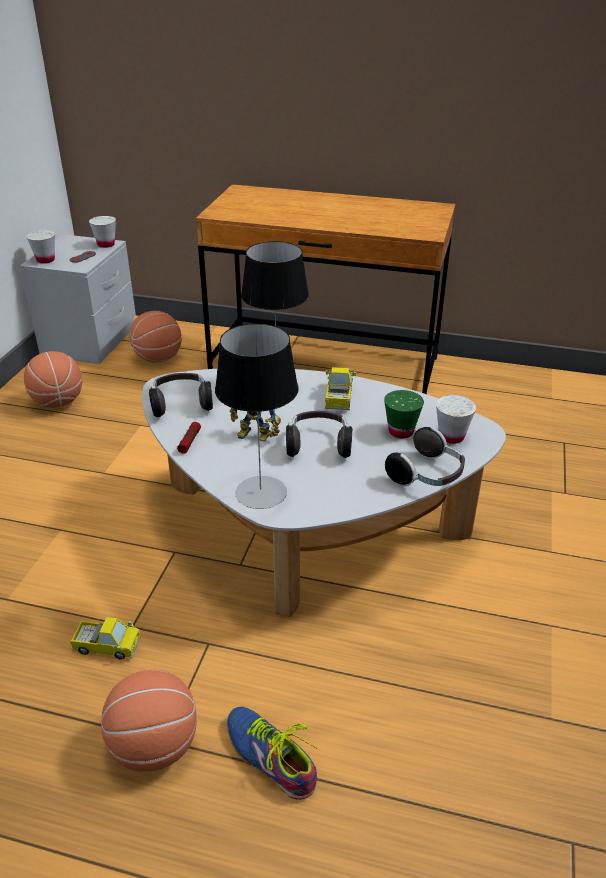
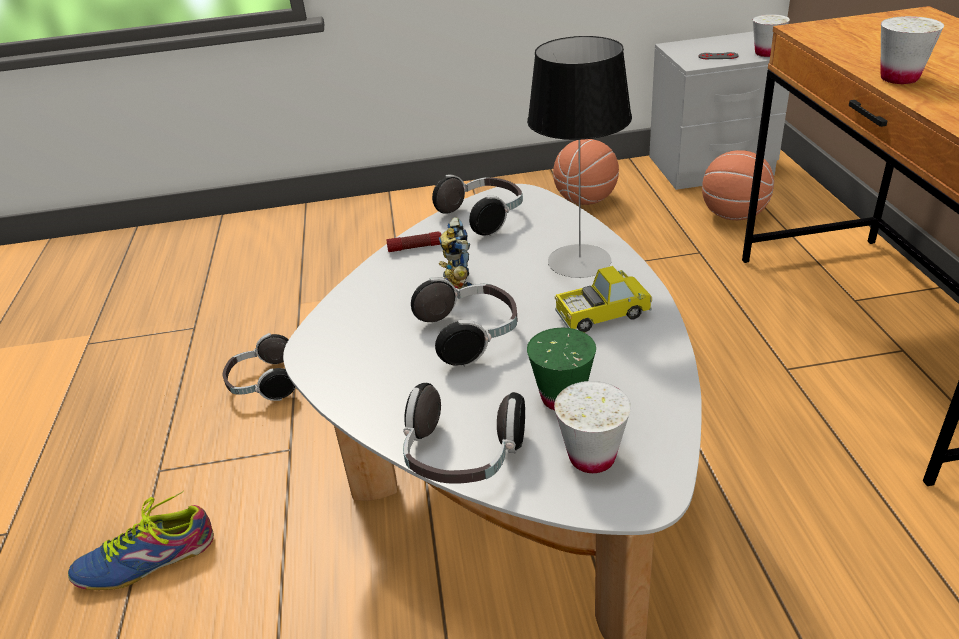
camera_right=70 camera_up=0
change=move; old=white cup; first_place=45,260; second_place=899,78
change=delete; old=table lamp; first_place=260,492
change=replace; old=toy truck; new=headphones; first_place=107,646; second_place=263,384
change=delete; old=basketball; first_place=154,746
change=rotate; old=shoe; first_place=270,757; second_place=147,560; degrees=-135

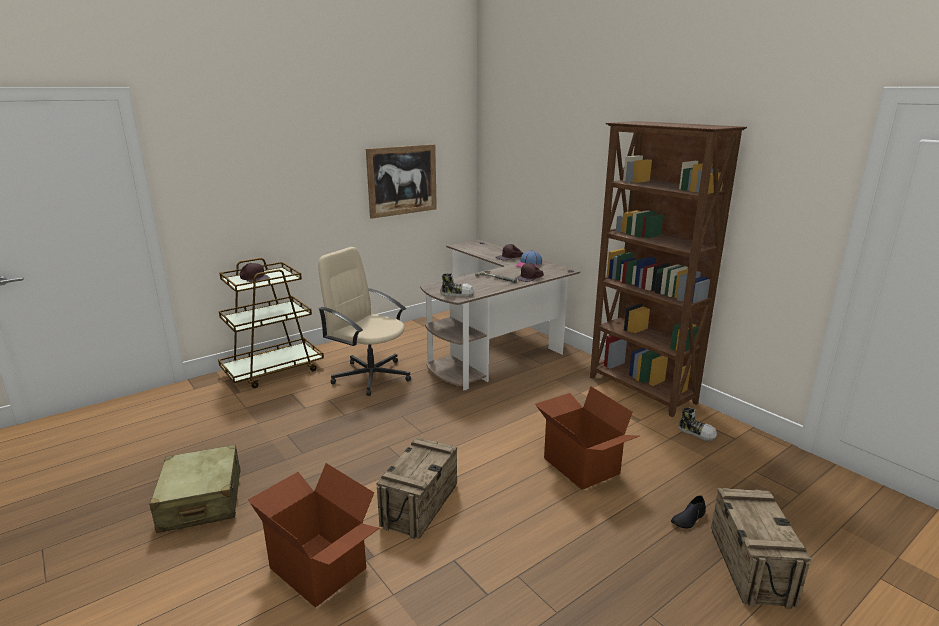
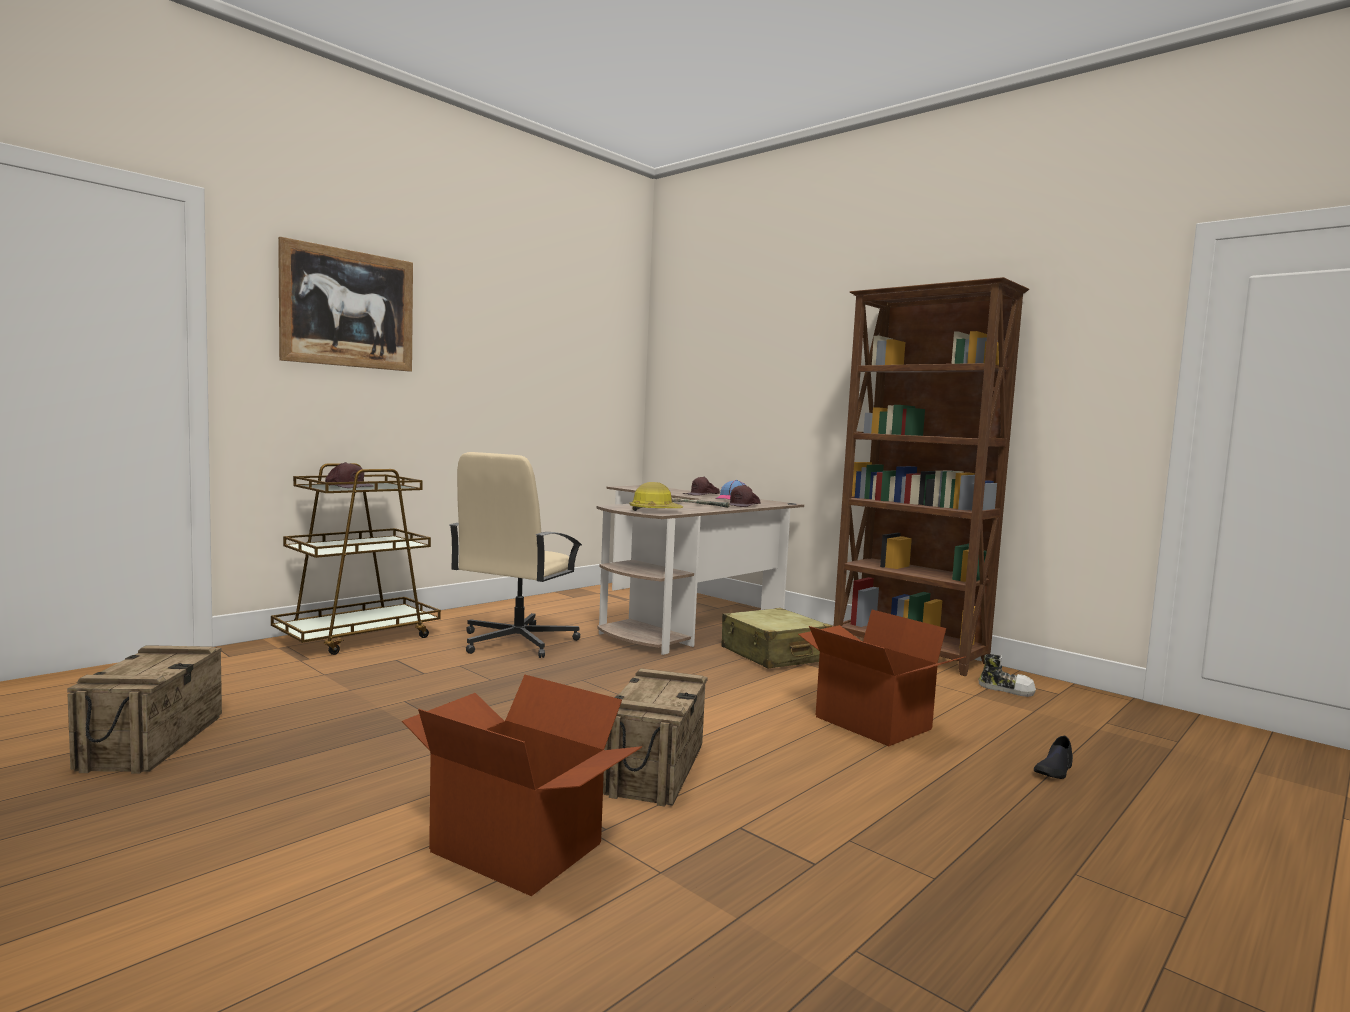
camera_right=-10 camera_up=-15
change=move; old=picture; first_place=402,180; second_place=348,309
change=rotate; old=beige office chair; first_place=371,376; second_place=516,642; degrees=-90
change=replace; old=shoe; new=hard hat; first_place=457,294; second_place=655,511
change=move; old=beige suitcase; first_place=201,501; second_place=774,655
change=move; old=crate; first_place=749,565; second_place=152,742

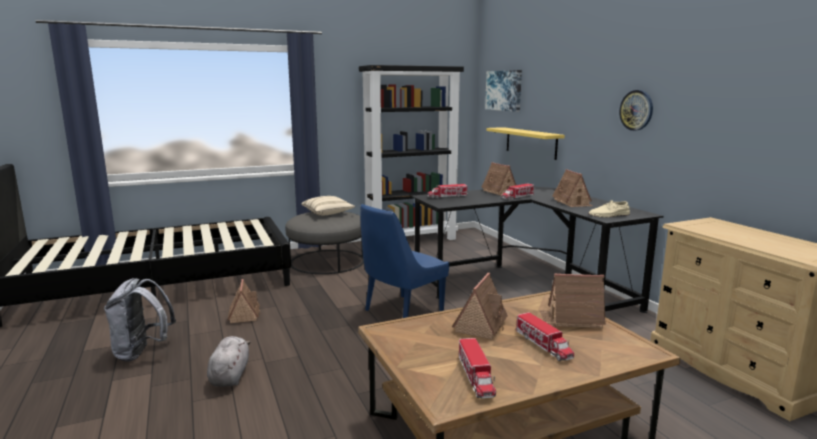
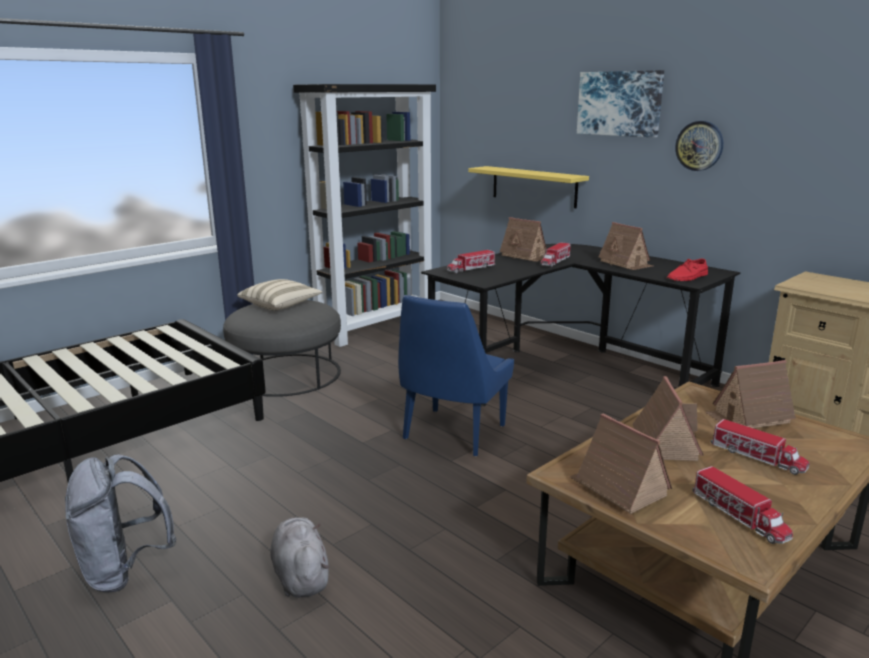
camera_right=-20 camera_up=5
change=move; old=picture; first_place=504,90; second_place=619,103
change=recolor; old=beige shoe; new=red shoe; first_place=609,215; second_place=687,277
change=move; old=toy house; first_place=244,314; second_place=618,487

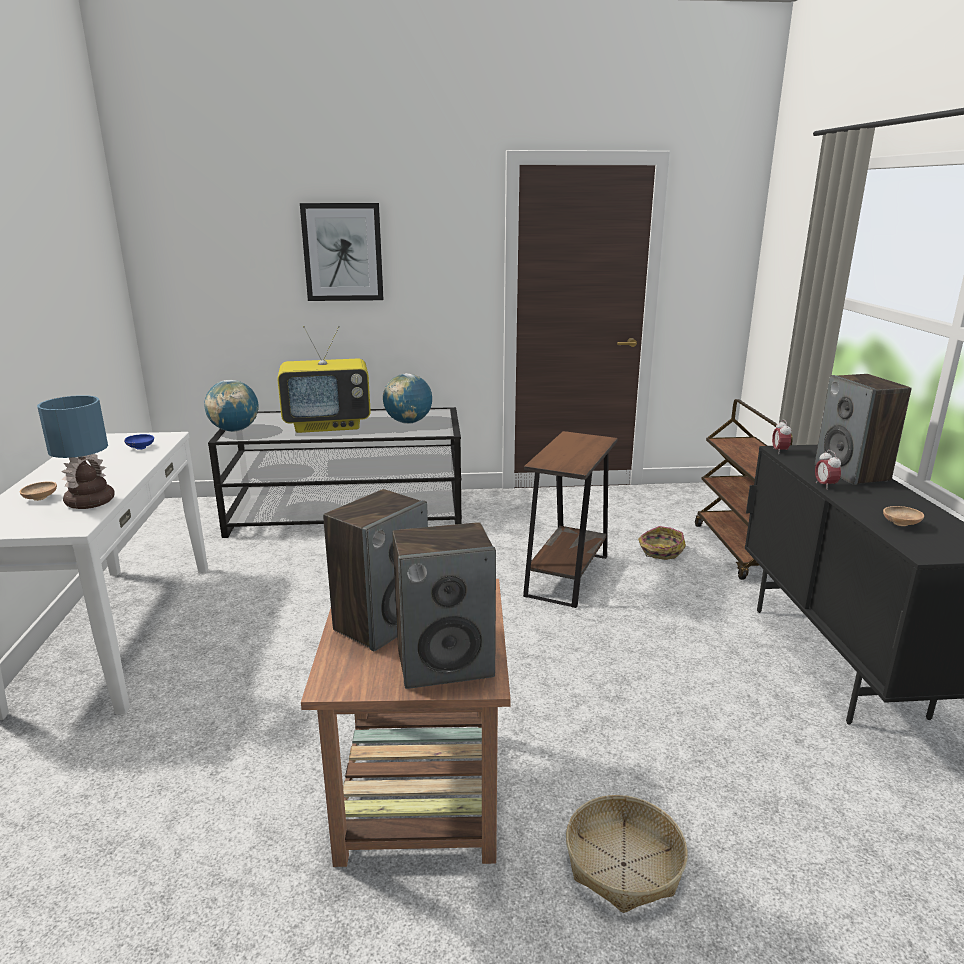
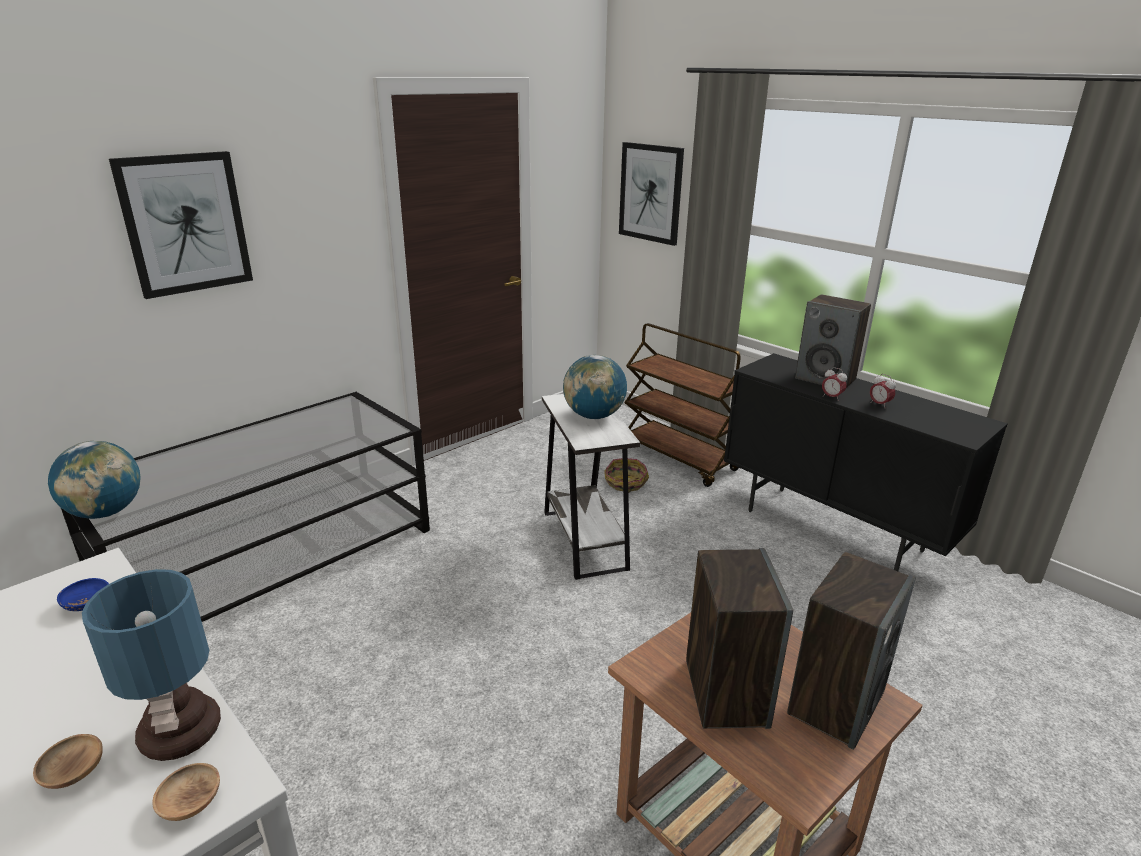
camera_right=-40 camera_up=5
change=delete; old=television; first_place=328,425
change=move; old=globe; first_place=408,422; second_place=594,416
change=move; old=alarm clock; first_place=779,451; second_place=879,404
change=recolor; old=brown side table; new=white side table; first_place=567,576; second_place=584,540
change=move; old=brown bowl; first_place=900,524; second_place=191,804
change=delete; old=basket; first_place=624,865
change=insert; new=picture; second_place=651,193

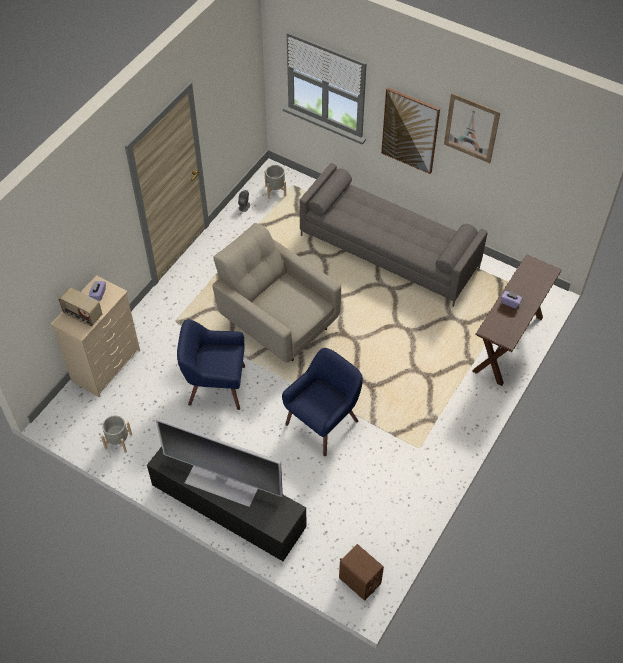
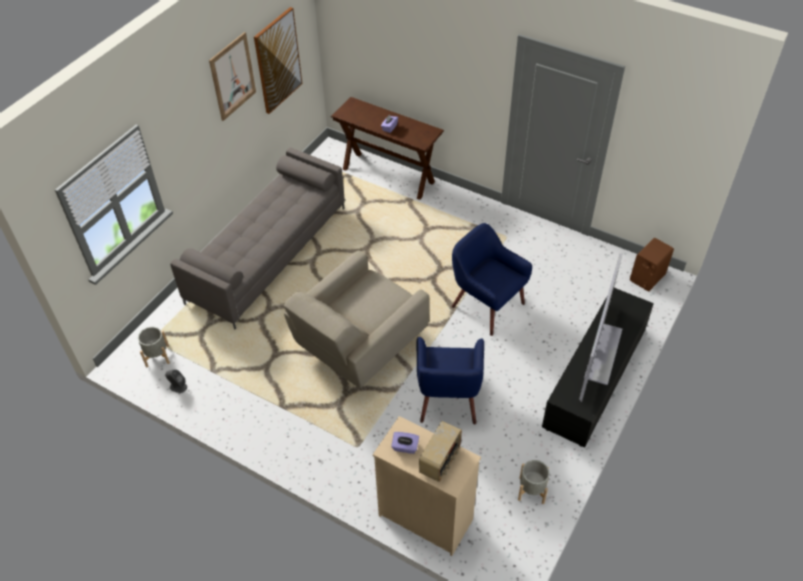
camera_right=-90 camera_up=-5
change=move; old=picture; first_place=410,130; second_place=278,61

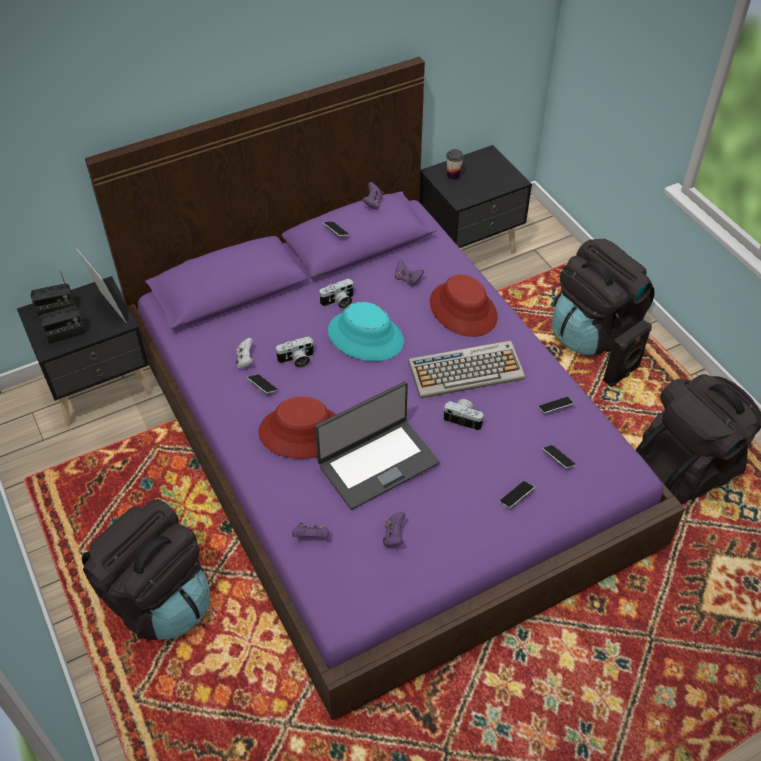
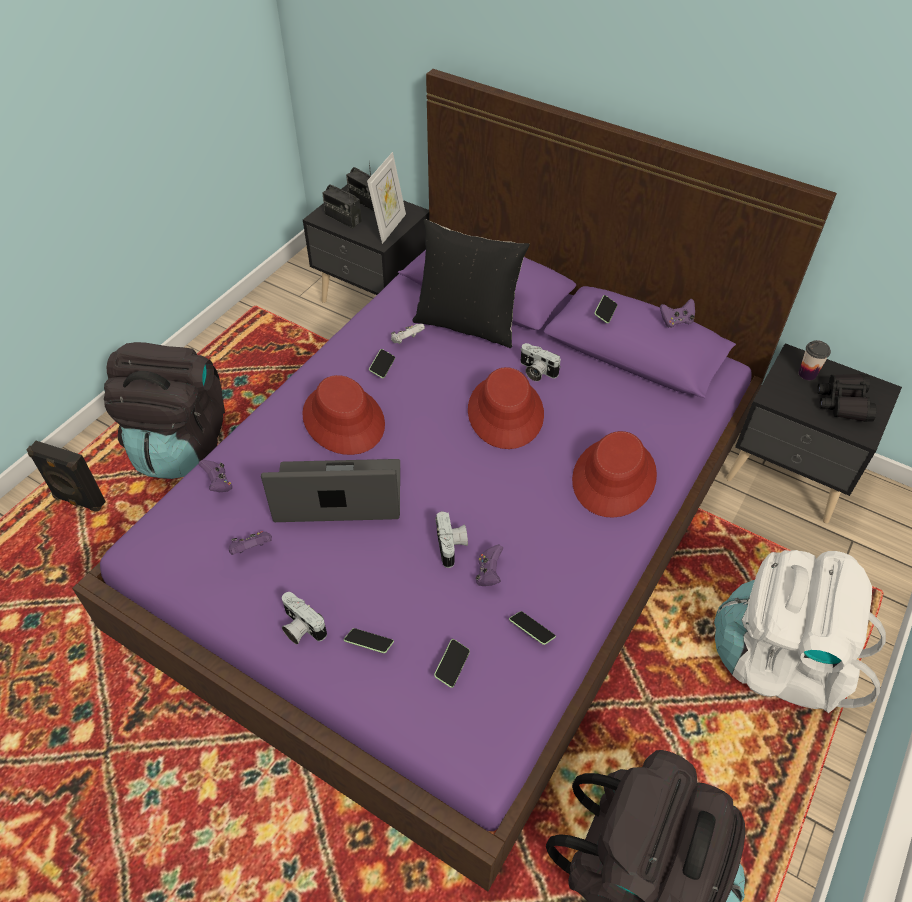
camera_right=60 camera_up=0
change=recolor; old=black backpack; new=white backpack; first_place=593,330; second_place=779,661
change=move; old=purple game controller; first_place=407,279; second_place=488,573
change=recolor; old=turquoise hat; new=red hat; first_place=365,336; second_place=506,412
change=move; old=black speaker; first_place=622,374; second_place=79,501
change=move; old=photo camera; first_place=297,360; second_place=300,628
change=delete; old=keyboard; first_place=466,370
change=rotate; old=laptop; first_place=377,463; second_place=338,494; degrees=150
change=insert; new=black pillow; second_place=467,324
change=insert; new=black binoculars; second_place=843,402

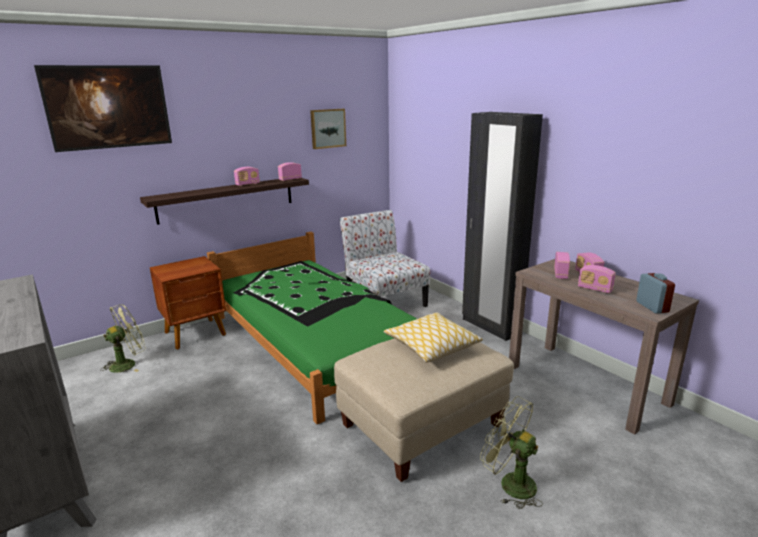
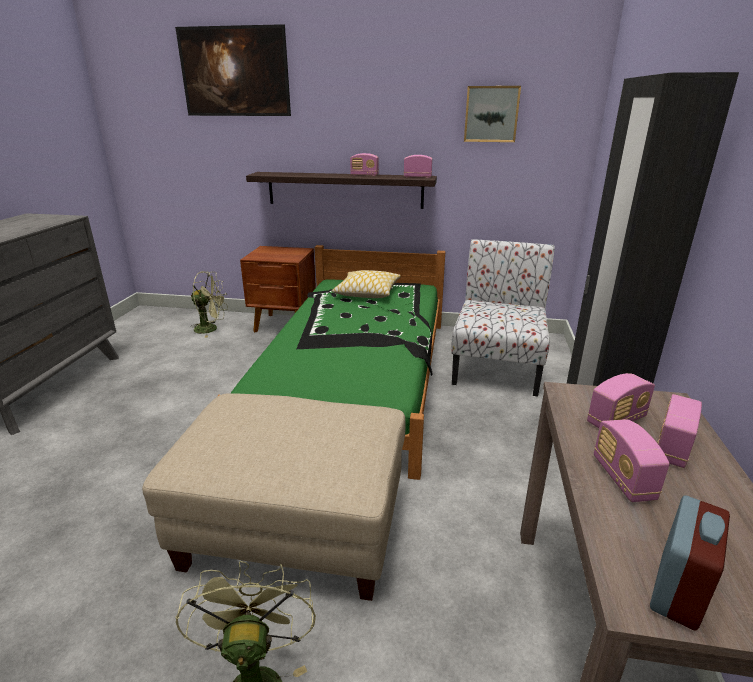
camera_right=45 camera_up=5
change=move; old=pillow; first_place=431,346; second_place=367,292

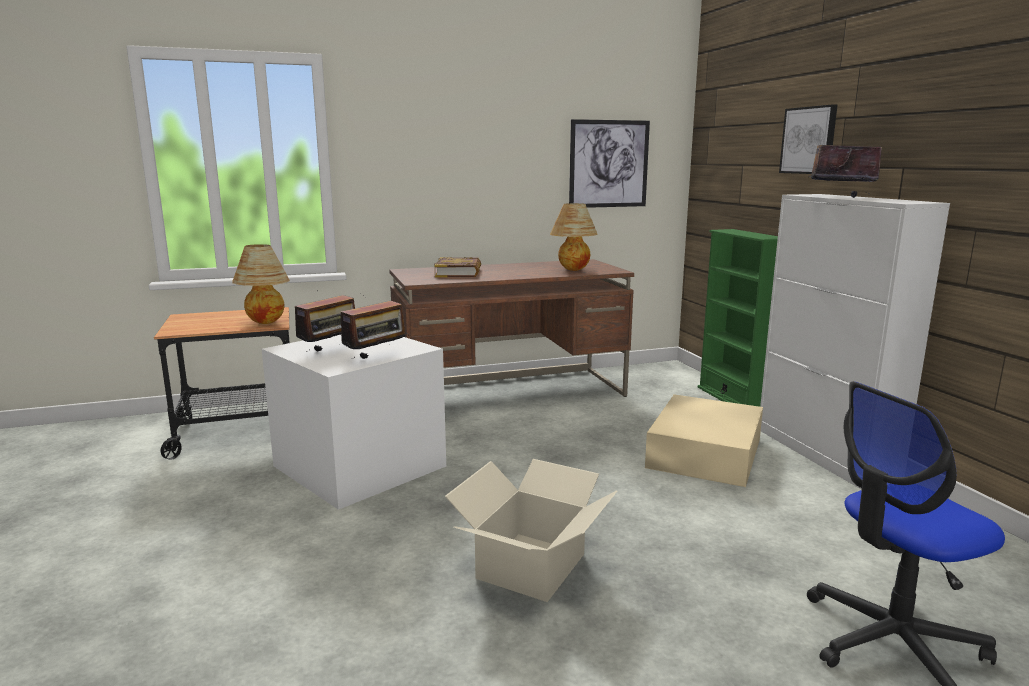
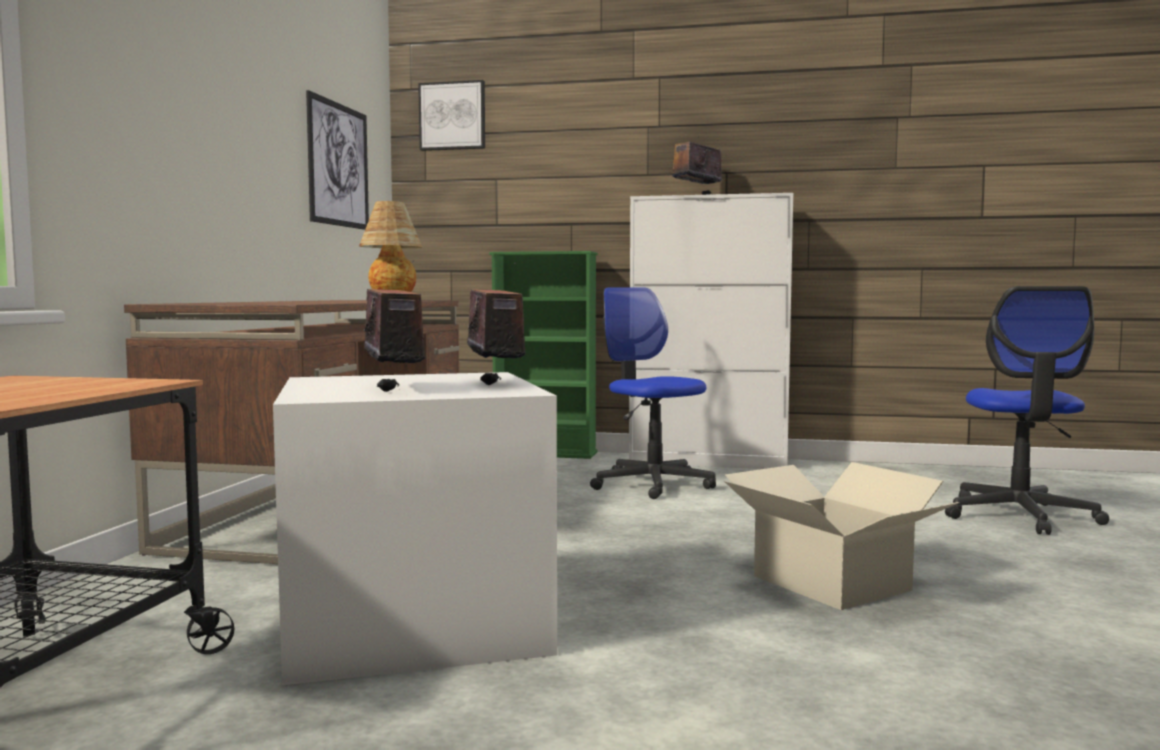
camera_right=-60 camera_up=-10
change=move; old=picture; first_place=809,140; second_place=452,116
change=delete; old=table lamp; first_place=265,323
change=delete; old=book; first_place=459,272
change=replace; old=beige storage box; new=office chair; first_place=706,452; second_place=652,484

